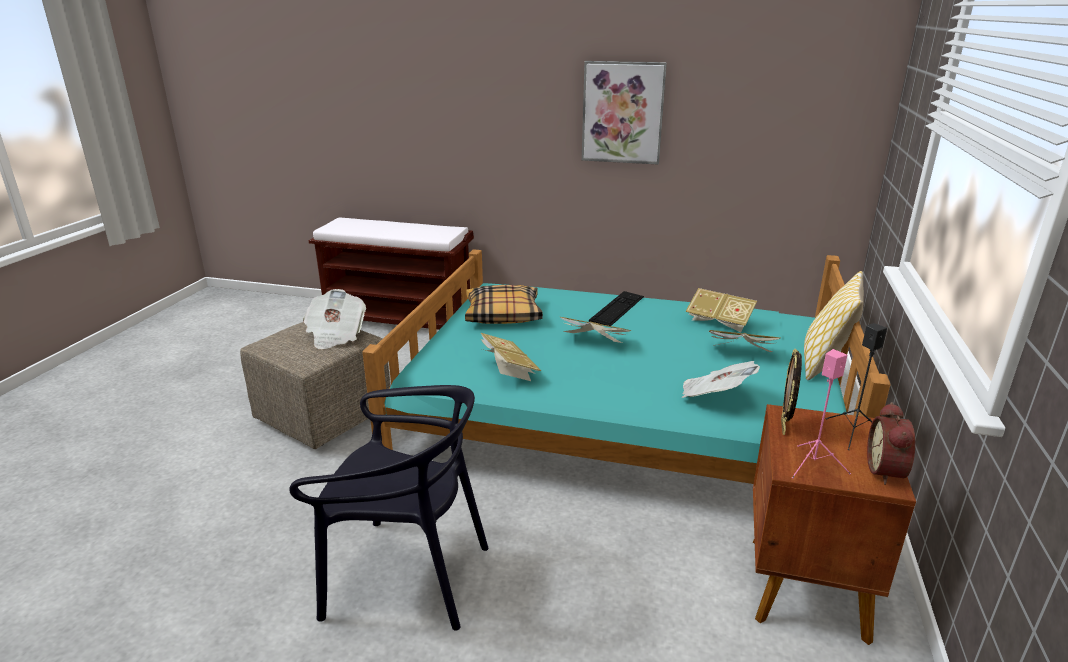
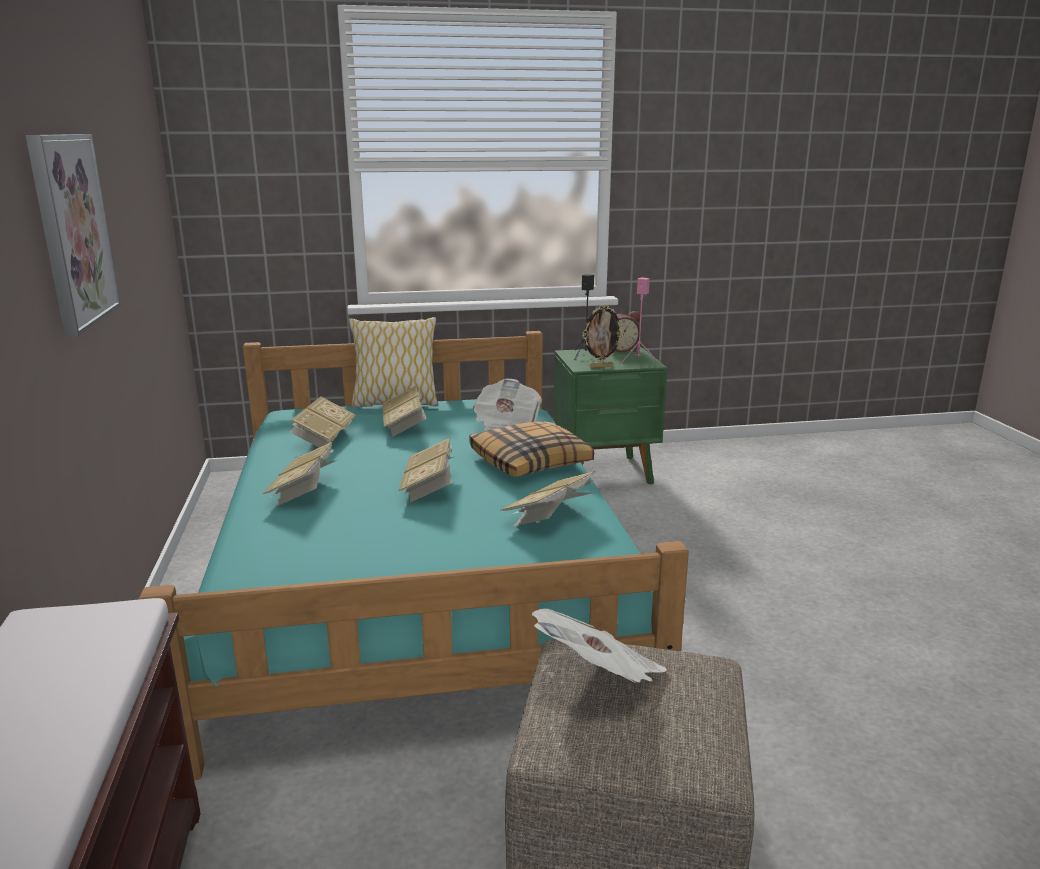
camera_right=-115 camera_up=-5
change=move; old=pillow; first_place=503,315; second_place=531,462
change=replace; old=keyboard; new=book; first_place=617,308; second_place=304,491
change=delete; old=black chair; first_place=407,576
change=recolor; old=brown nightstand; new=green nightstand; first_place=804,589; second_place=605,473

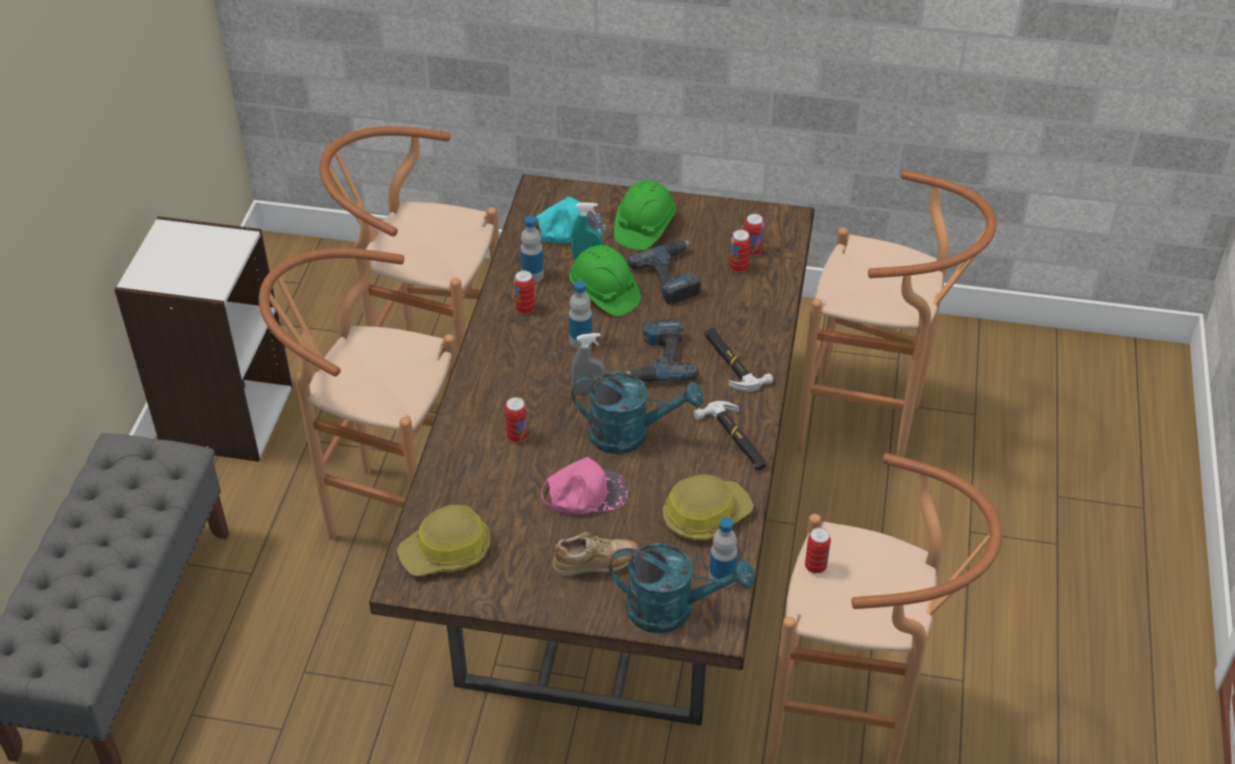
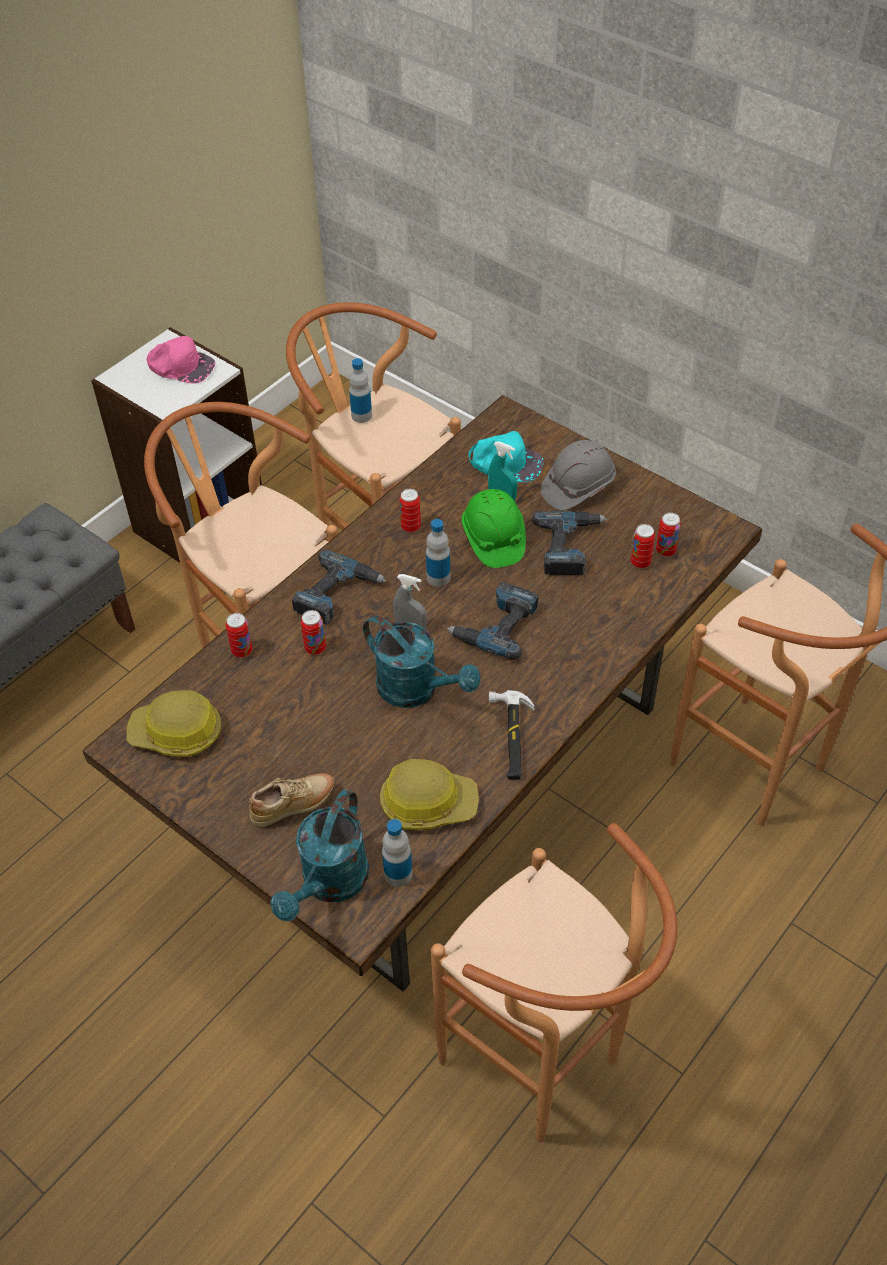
camera_right=30 camera_up=5
change=recolor; old=green hard hat; new=grey hard hat; first_place=644,227; second_place=577,487
change=move; old=bottle; first_place=532,275; second_place=361,415
change=delete; old=hammer; first_place=732,361
change=move; old=pink cap; first_place=584,493; second_place=180,366
change=move; old=can; first_place=815,566; second_place=242,651
change=rotate; old=beige shoe; first_place=596,565; second_place=293,806; degrees=-45
change=rotate; old=turquoise watering can; first_place=672,609; second_place=329,884; degrees=75
change=insert; new=power drill; second_place=337,594

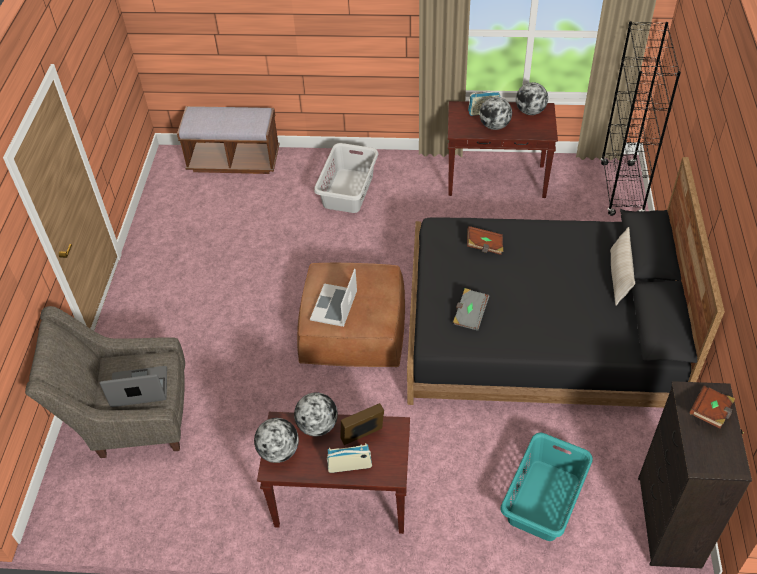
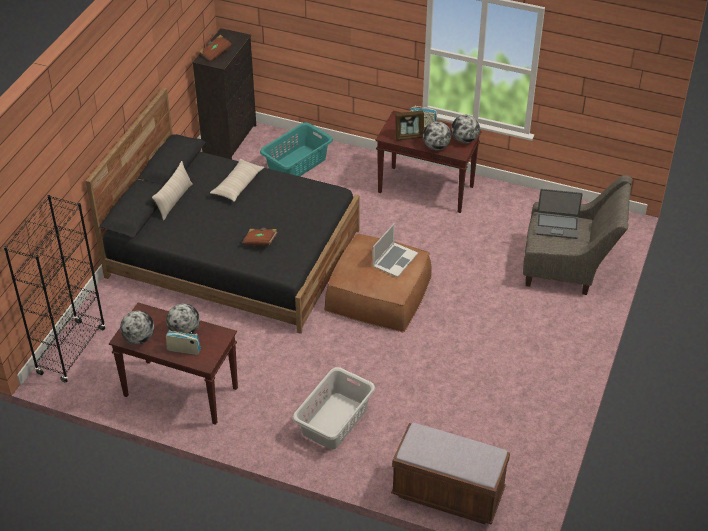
camera_right=-165 camera_up=-5
change=delete; old=grey book; first_place=469,314
change=insert; new=beige pillow; second_place=238,185

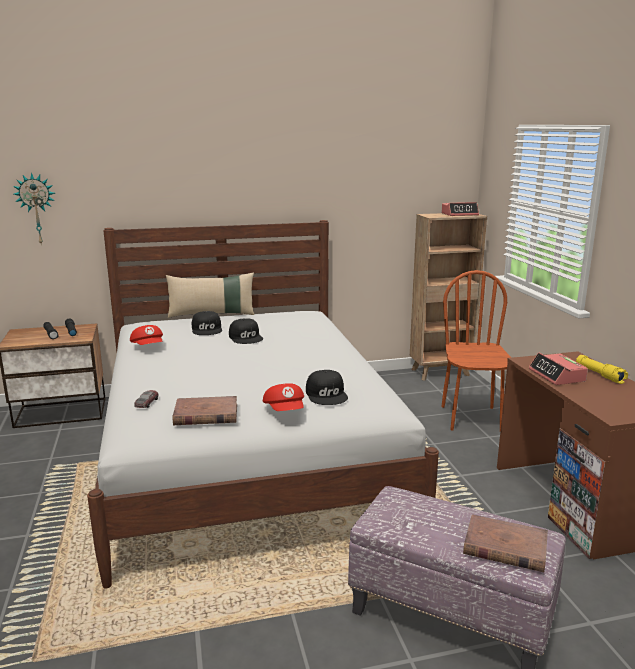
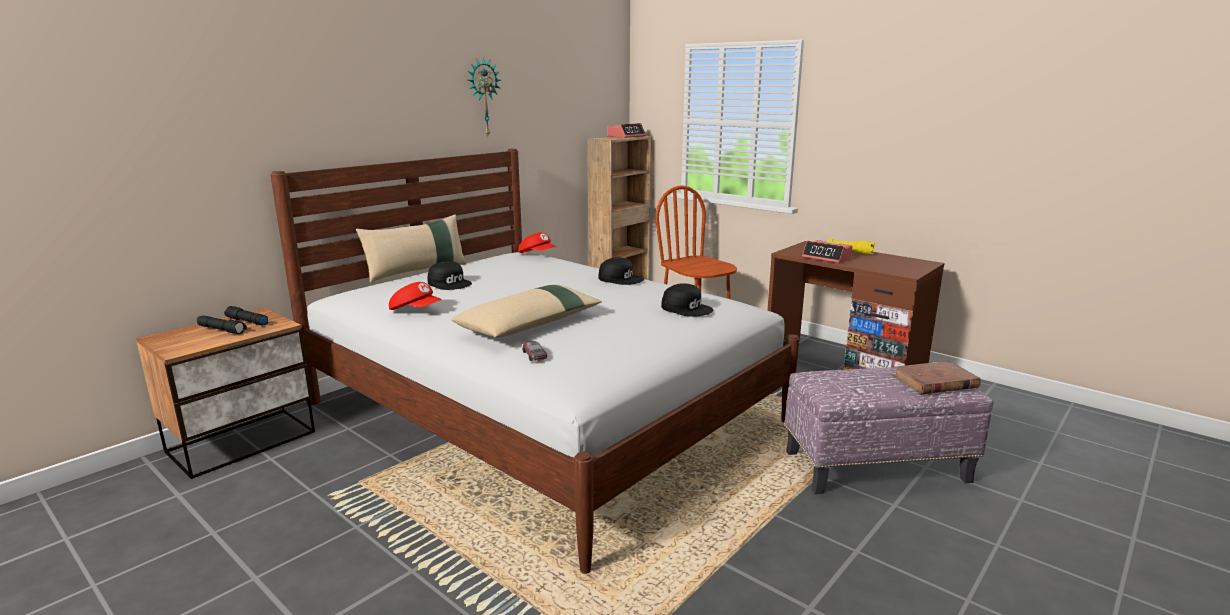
camera_right=-35 camera_up=0
change=move; old=wall clock; first_place=37,209; second_place=483,97
change=move; old=black cap; first_place=246,337; second_place=621,278
change=move; old=red cap; first_place=285,411; second_place=537,254
change=delete; old=brown book; first_place=205,415
change=insert; new=beige pillow; second_place=530,324

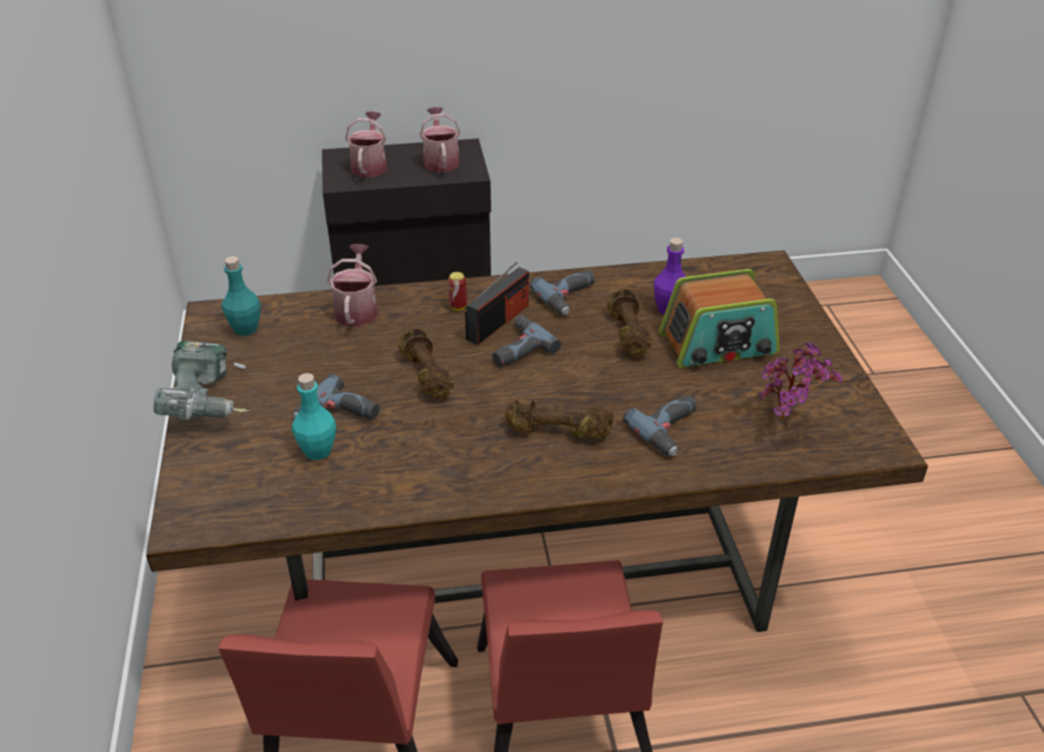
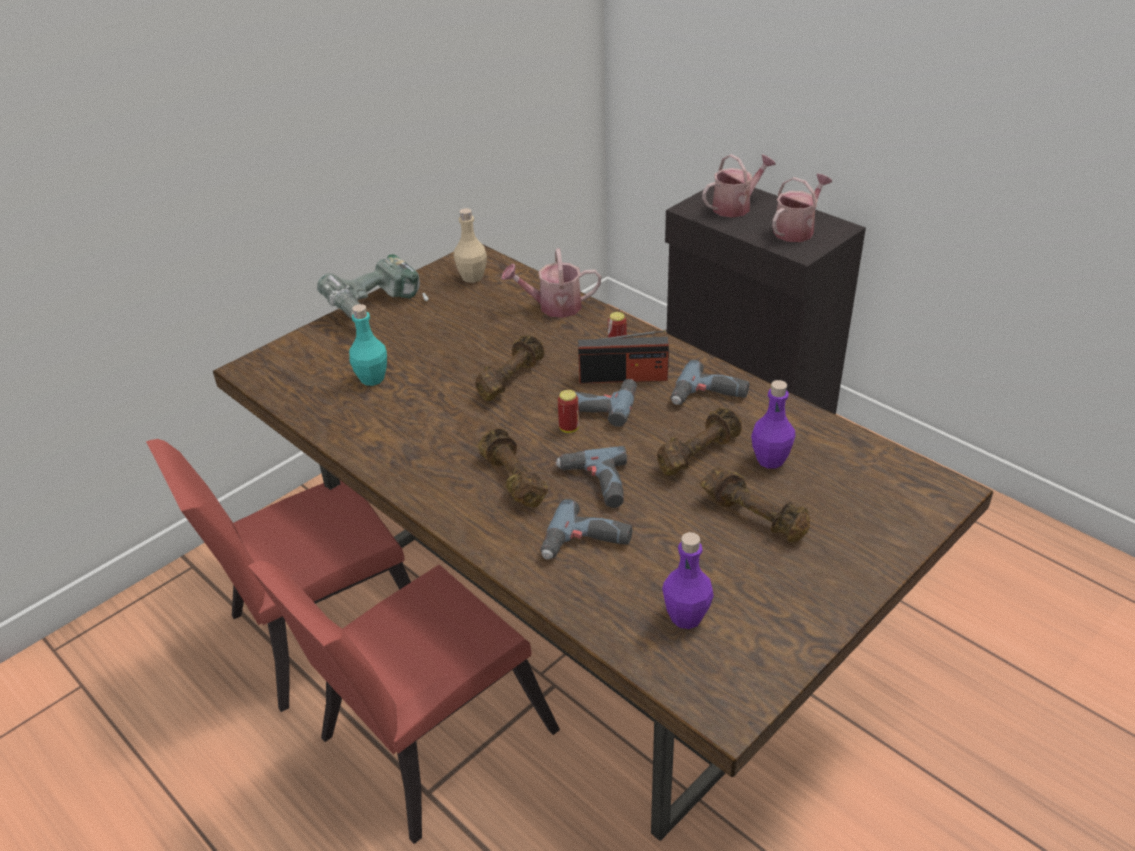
camera_right=55 camera_up=0
change=rotate; old=watering can; first_place=357,309; second_place=553,307; degrees=-150
change=recolor; old=turquoise bottle; new=beige bottle; first_place=245,329; second_place=472,277
change=replace; old=radio; new=brown dumbbell; first_place=718,344; second_place=755,516
change=replace; old=potted plant; new=purple bottle; first_place=787,421; second_place=686,617
change=move; old=power drill; first_place=338,414; second_place=594,484
change=insert; new=can; second_place=569,428

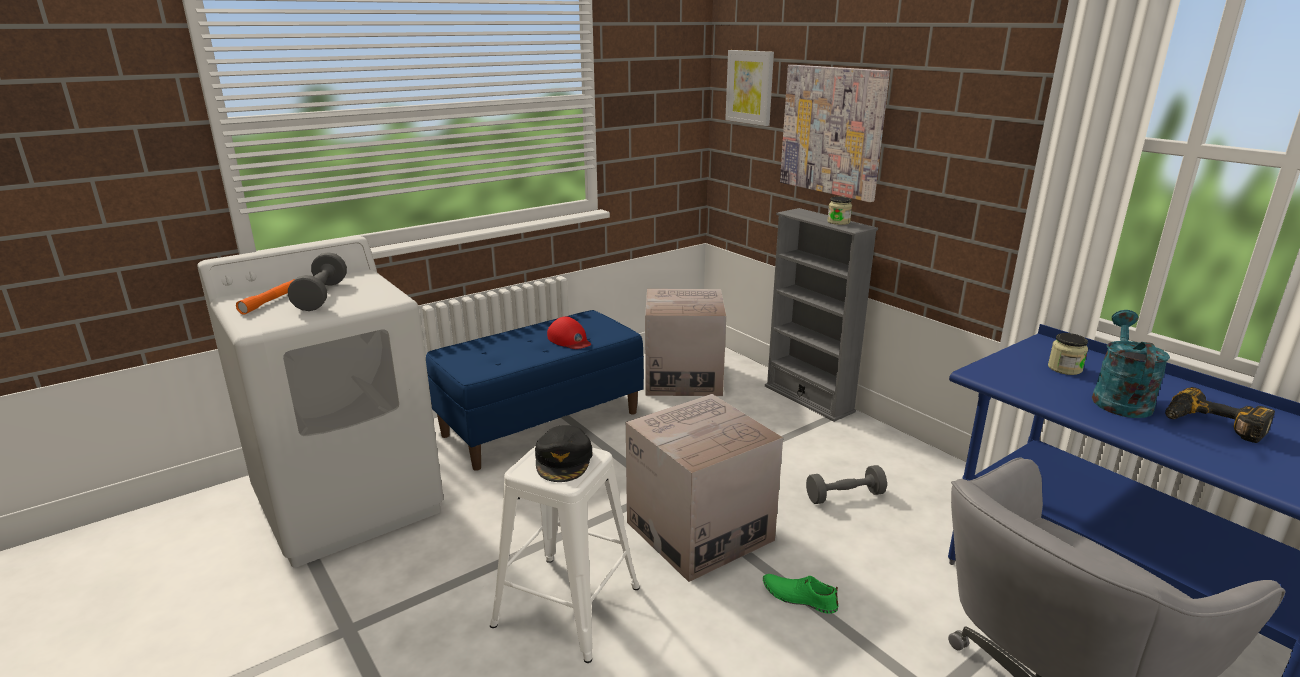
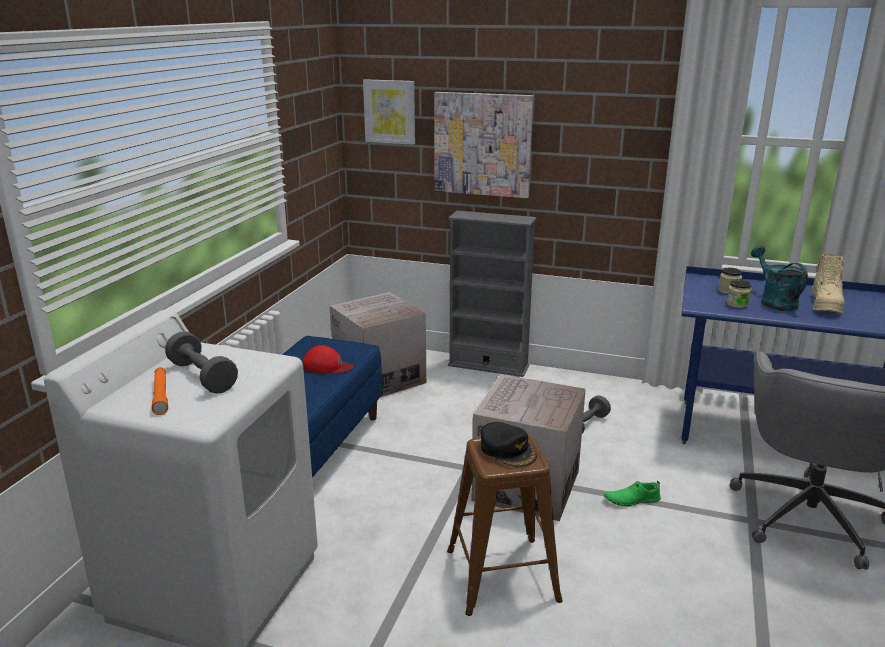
camera_right=-35 camera_up=0
change=move; old=jar; first_place=838,222; second_place=737,304
change=replace; old=power drill; new=beige boot; first_place=1210,426; second_place=826,305
change=recolor; old=white stool; new=brown stool; first_place=566,604; second_place=500,574

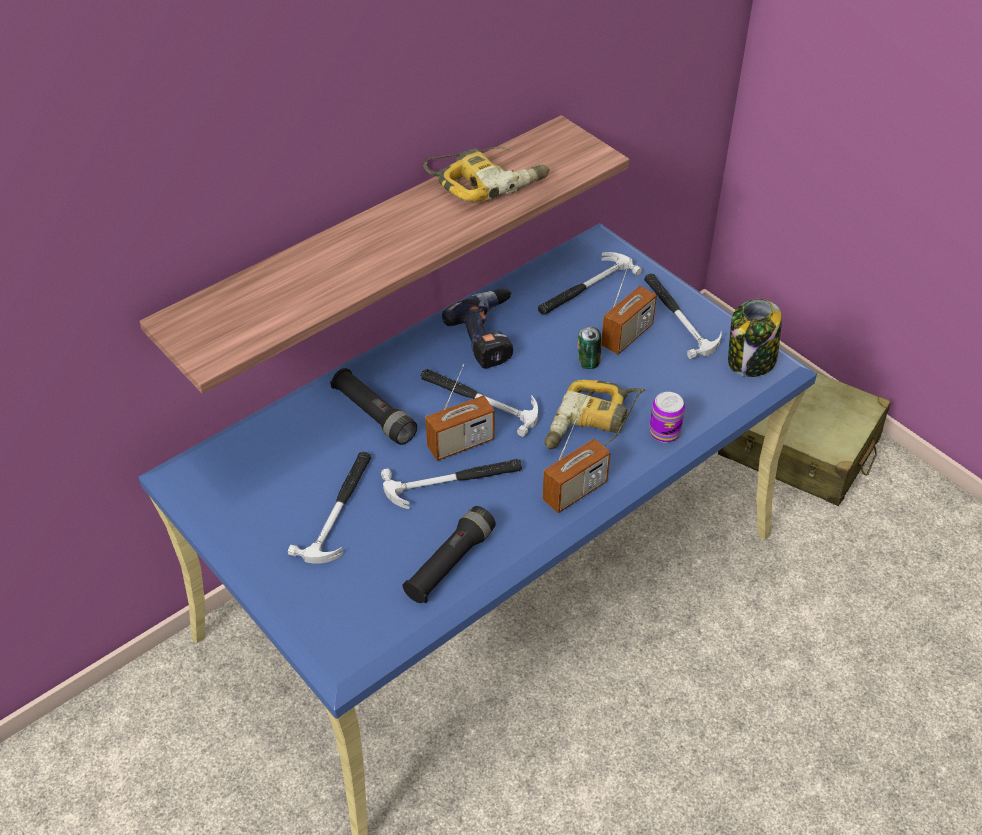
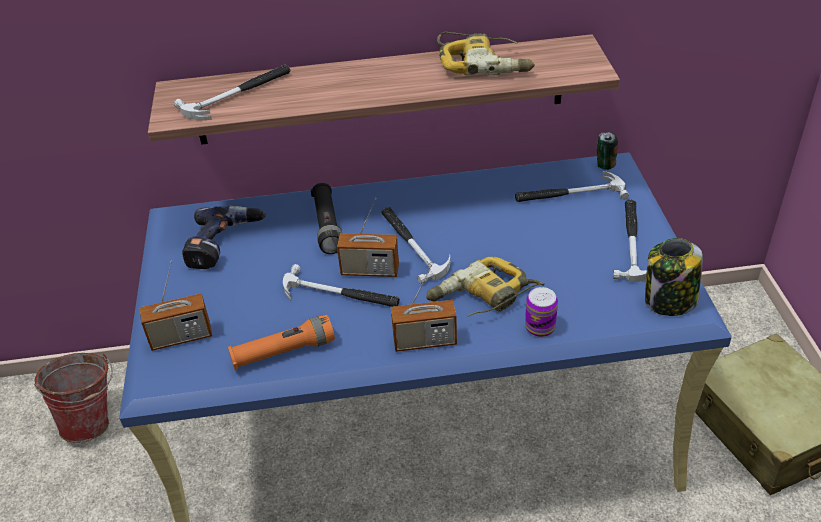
camera_right=35 camera_up=-5
change=move; old=radio; first_place=627,336; second_place=181,337
change=move; old=power drill; first_place=490,336; second_place=224,245
change=move; old=can; first_place=587,363; second_place=604,165
change=move; old=hammer; first_place=340,509; second_place=238,94
change=recolor; old=black flashlight; new=orange flashlight; first_place=449,563; second_place=283,352
change=insert; new=bucket; second_place=93,420

